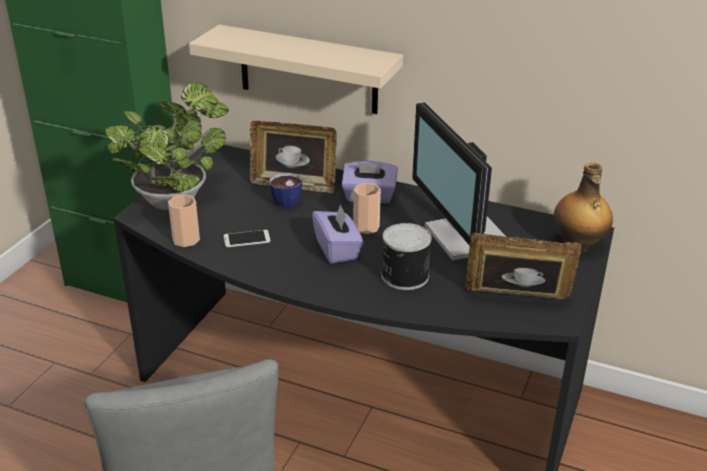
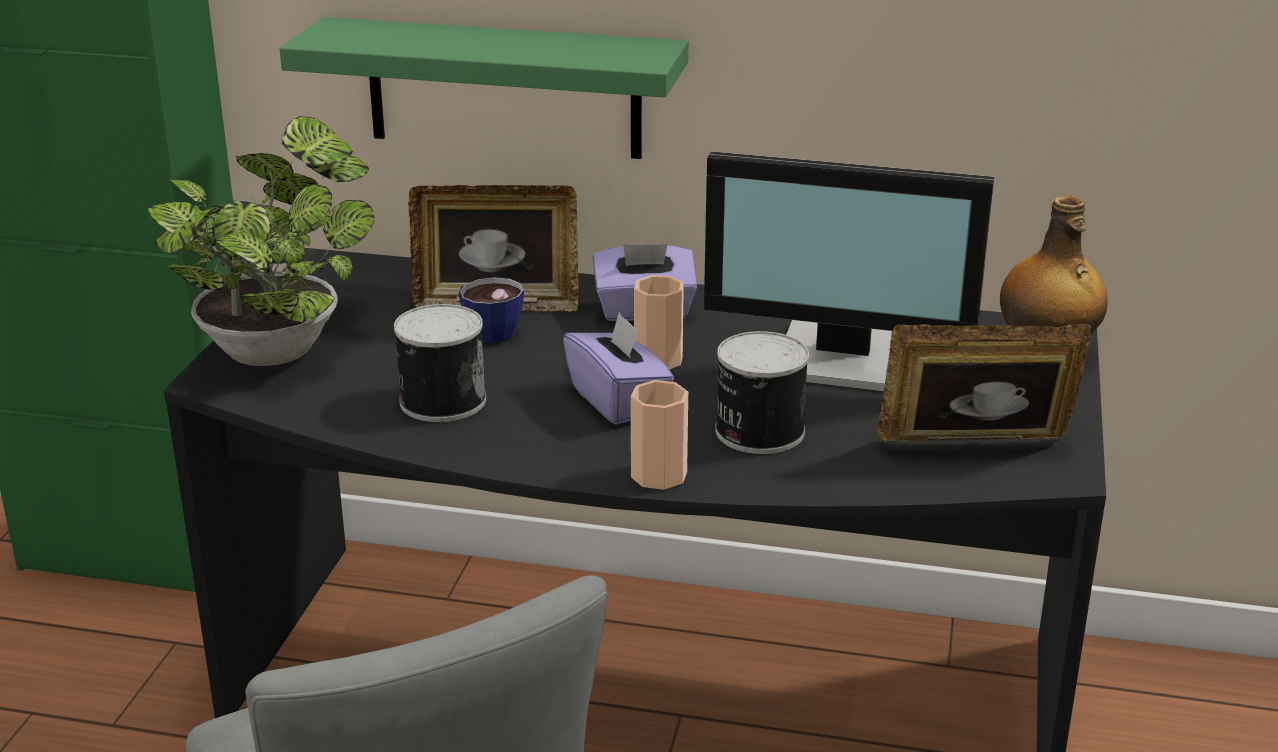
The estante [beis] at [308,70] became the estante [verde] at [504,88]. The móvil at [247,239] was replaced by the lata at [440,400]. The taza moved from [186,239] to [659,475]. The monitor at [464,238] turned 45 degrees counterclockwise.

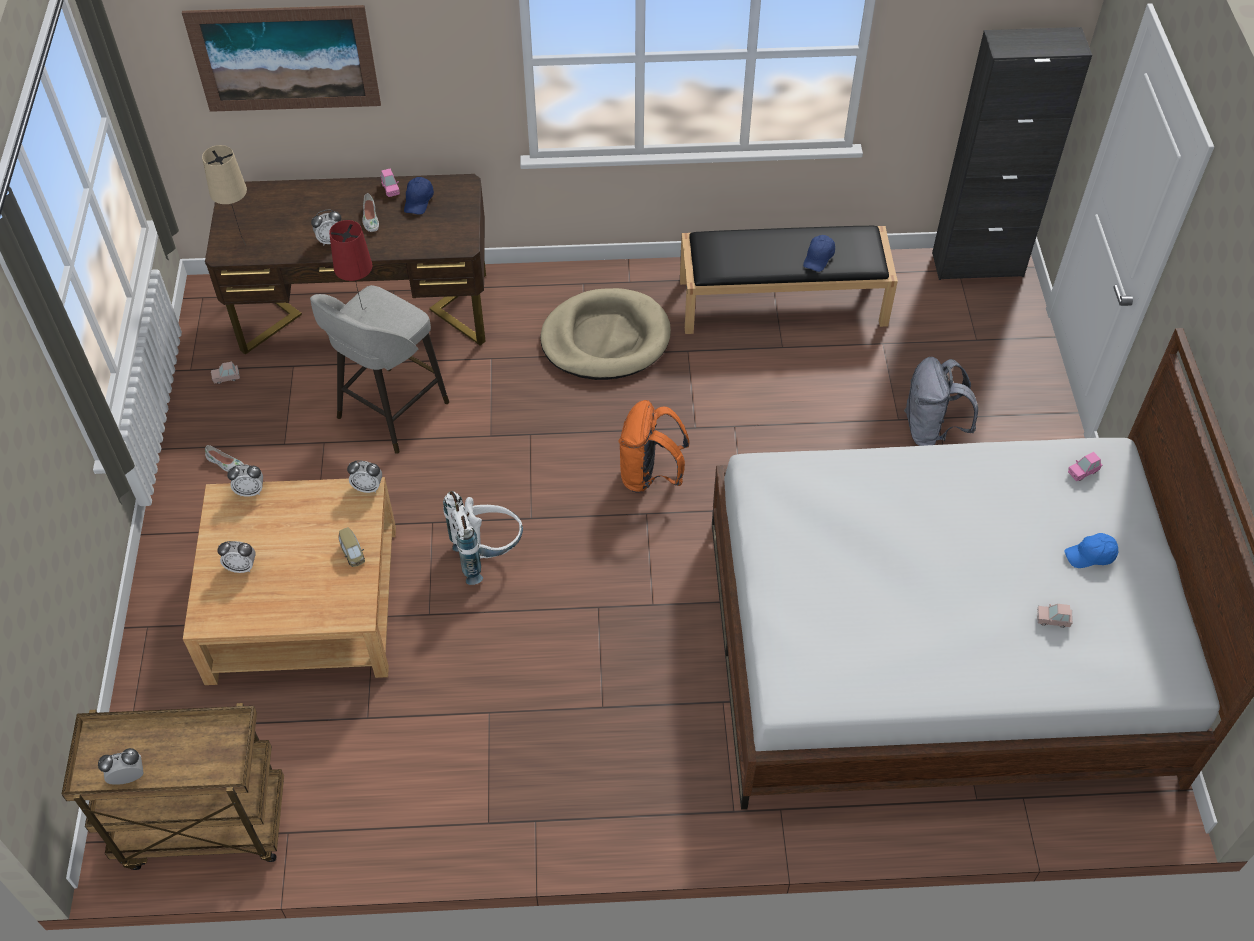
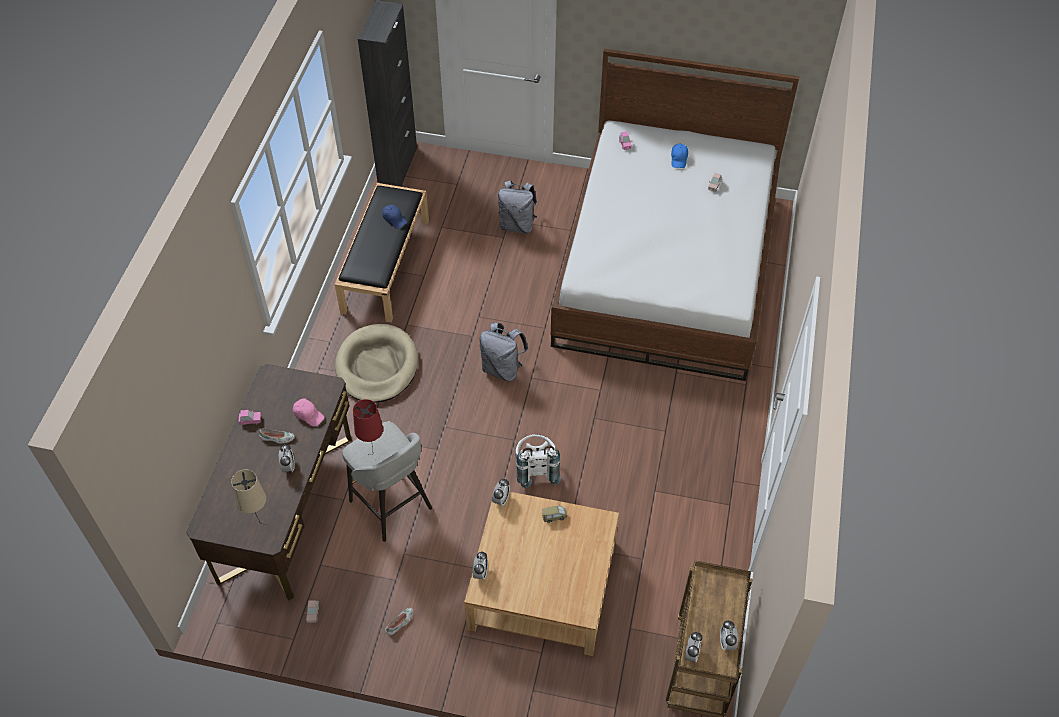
The gorra [rosa] at [308,415] appeared. The mochila [naranja] at [650,475] became the mochila [gris] at [502,368]. The despertador moved from [241,567] to [691,654]. The cuadro at [284,58] disappeared. The gorra [azul] at [419,201] disappeared.

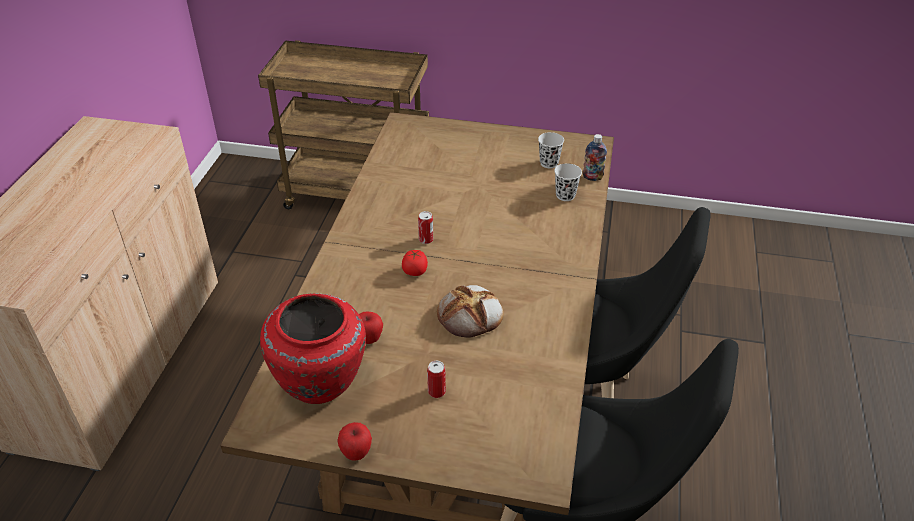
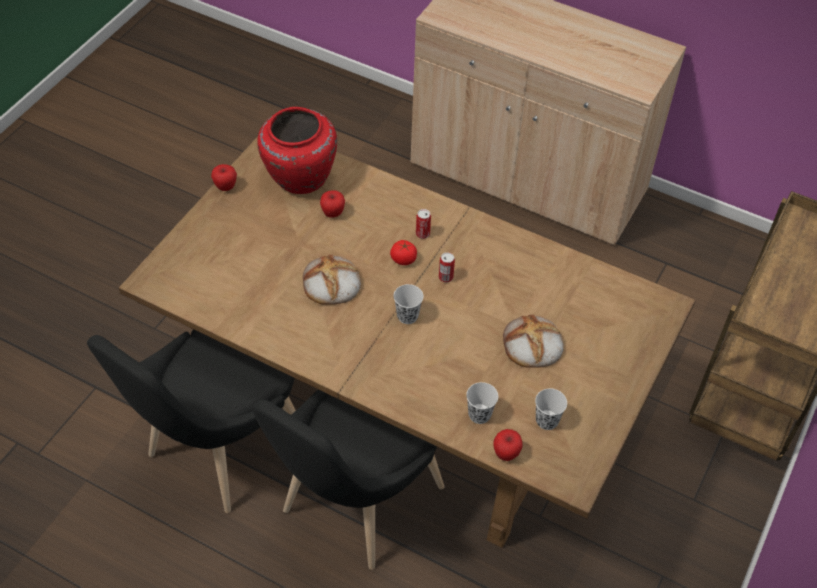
The taza [blanco] at [407,316] appeared. The lata moved from [436,391] to [422,234]. The botella at [592,177] was replaced by the manzana at [506,454]. The pan at [532,345] appeared.

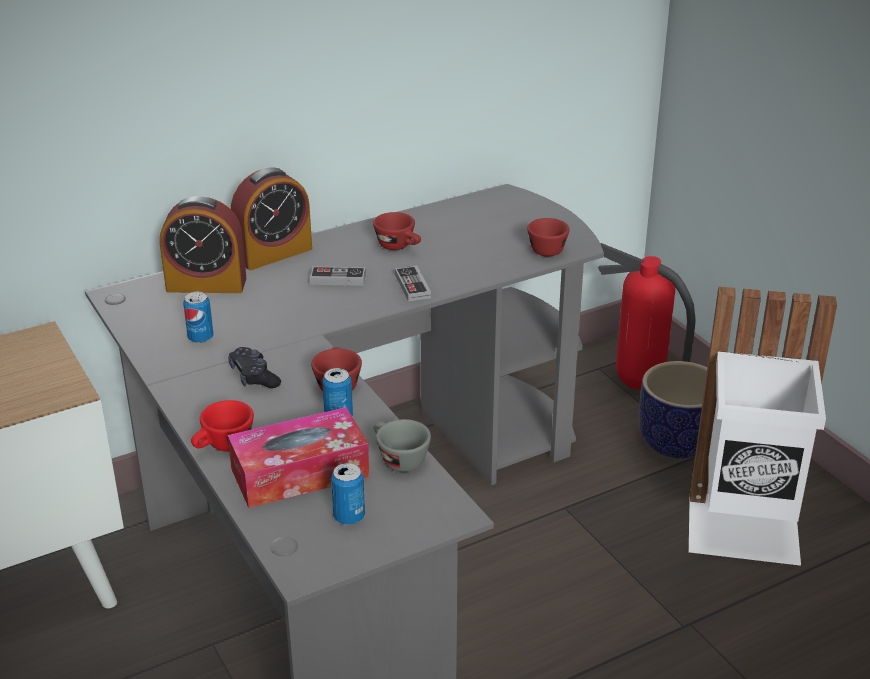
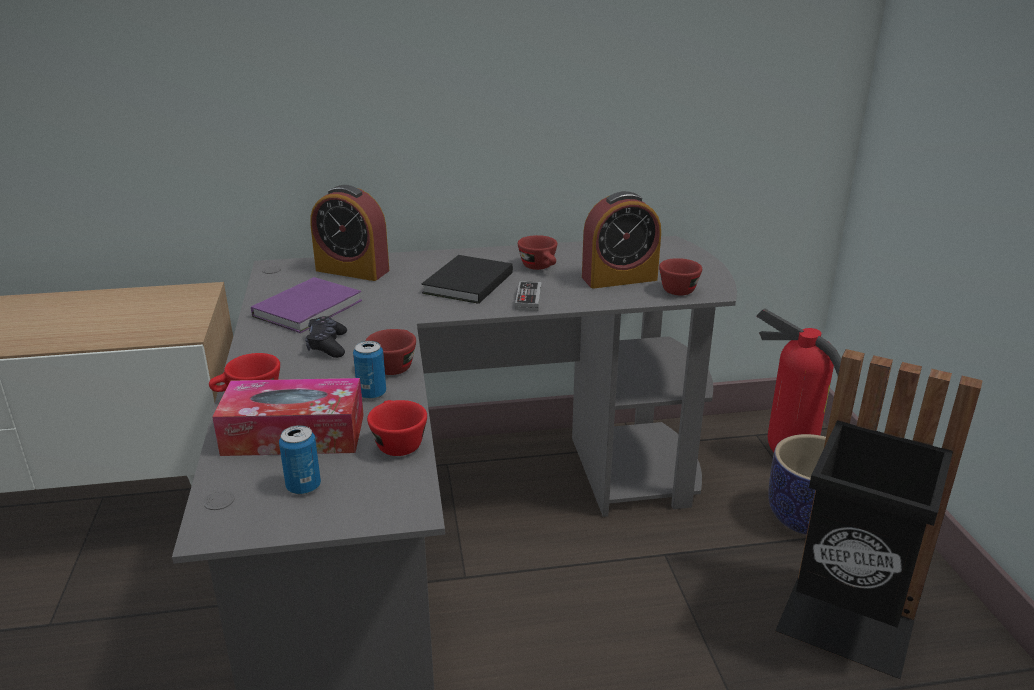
The lata at [200,338] was replaced by the libro [morado] at [311,308]. The taza [gris] at [398,459] became the taza [rojo] at [396,442]. The mando de consola at [338,279] was replaced by the libro [negro] at [466,283]. The despertador moved from [273,253] to [619,278]. The papelera [blanco] at [744,531] became the papelera [negro] at [846,625].

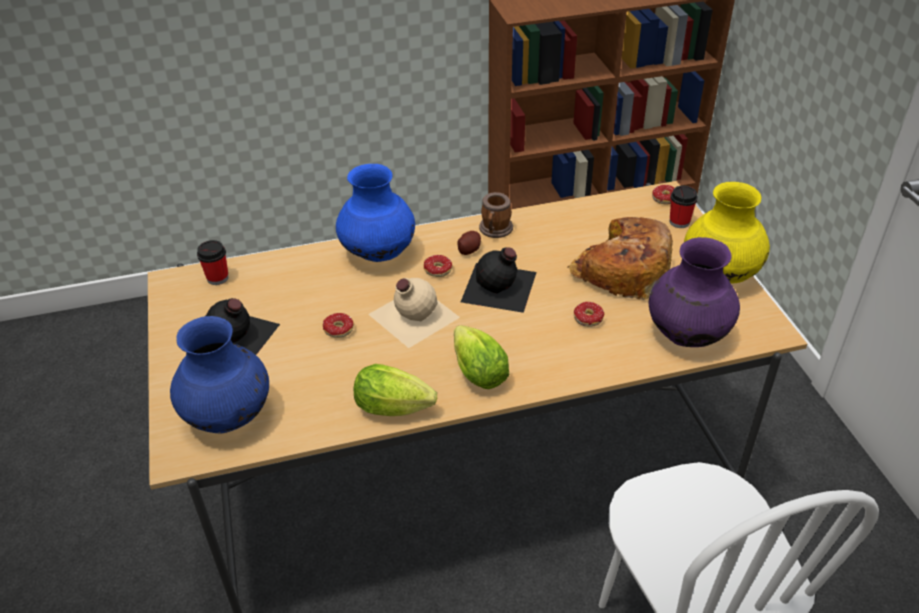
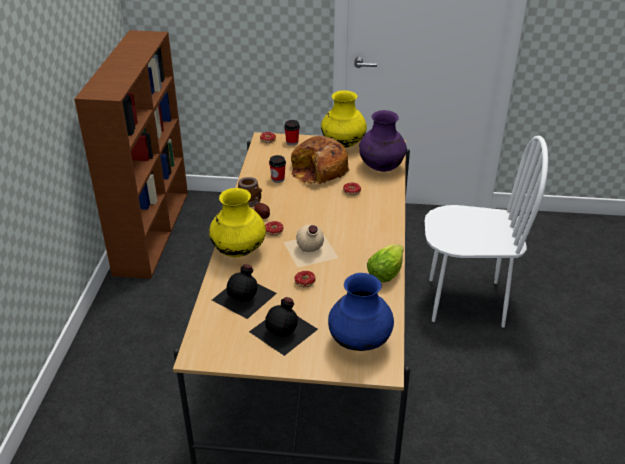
The florero [azul] at [378,254] became the florero [amarillo] at [239,251]. The botella [negro] moved from [500,287] to [245,296]. The taza moved from [217,278] to [278,179]. The lechuga at [476,370] disappeared.

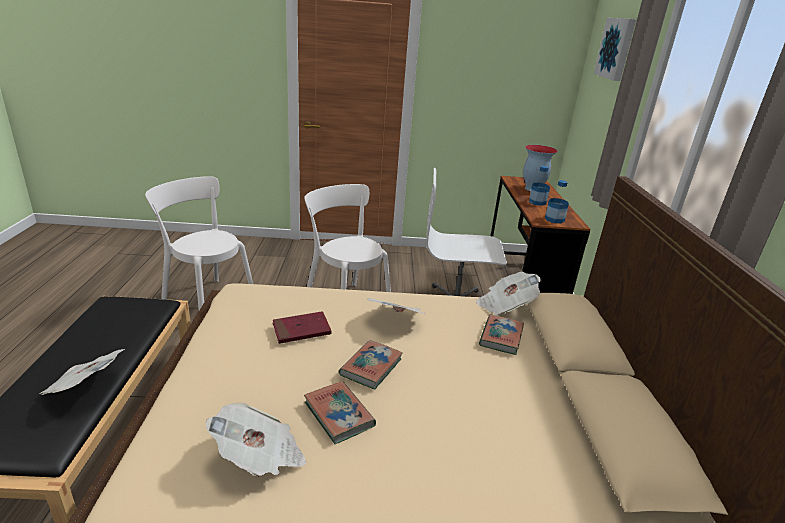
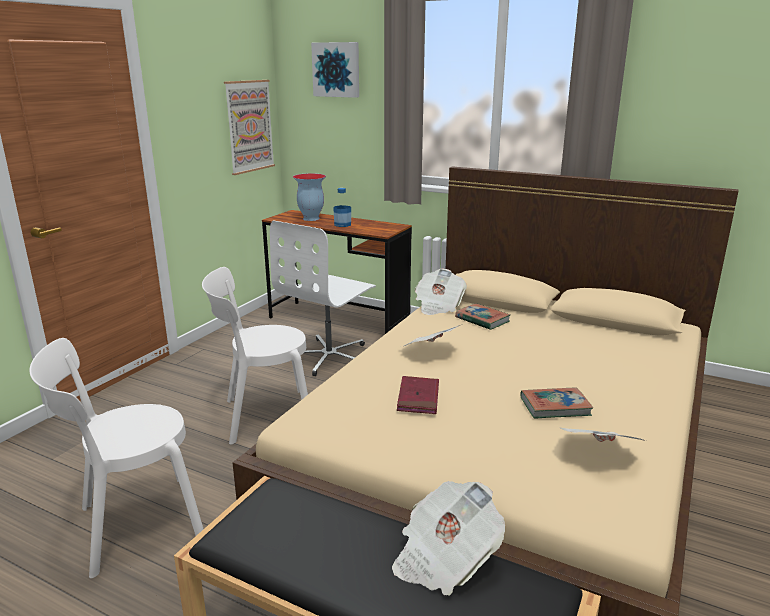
The cuadro at [249,126] appeared. The libro at [371,367] disappeared. The botella at [554,219] disappeared.

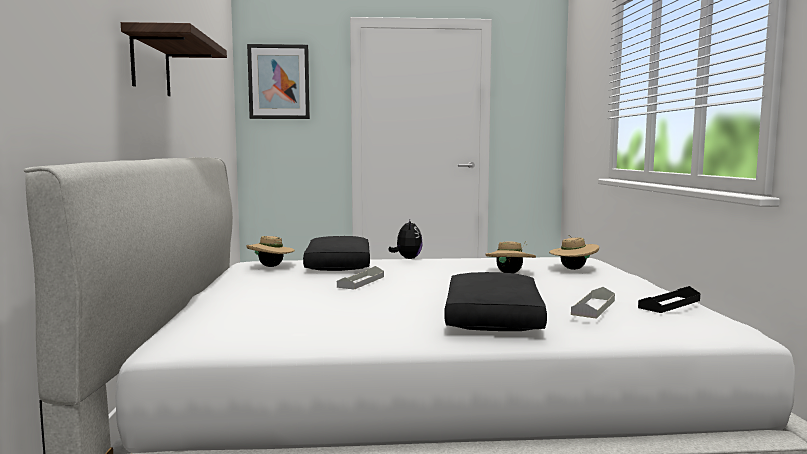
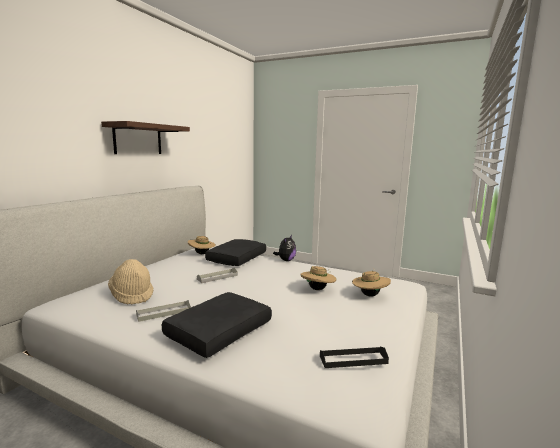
The sombrero [beis] at [132,295] appeared. The bandeja [gris] moved from [593,307] to [164,313]. The cuadro at [279,82] disappeared.

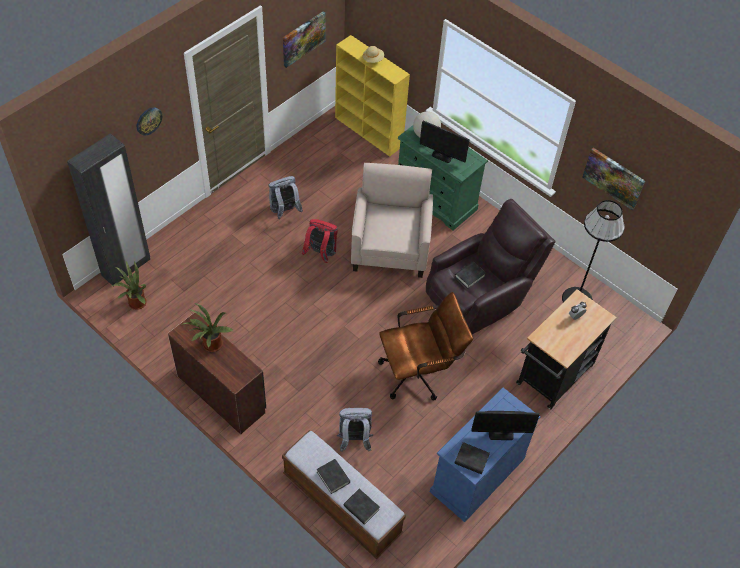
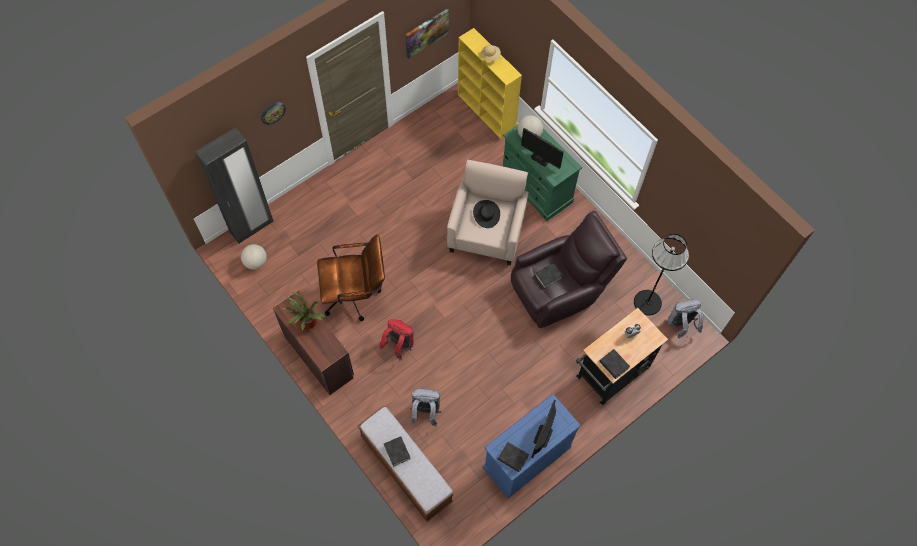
The planta en maceta at [135,303] was replaced by the globo terráqueo at [256,262]. The silla de oficina [marrón] moved from [419,372] to [355,295]. The mochila [rojo] moved from [321,253] to [399,345]. The sombrero [negro] at [486,214] appeared. The monitor at [500,432] turned 105 degrees clockwise. The libro [negro] moved from [361,508] to [614,365]. The mochila [gris] moved from [284,211] to [681,325]. The cuadro at [614,178] disappeared.

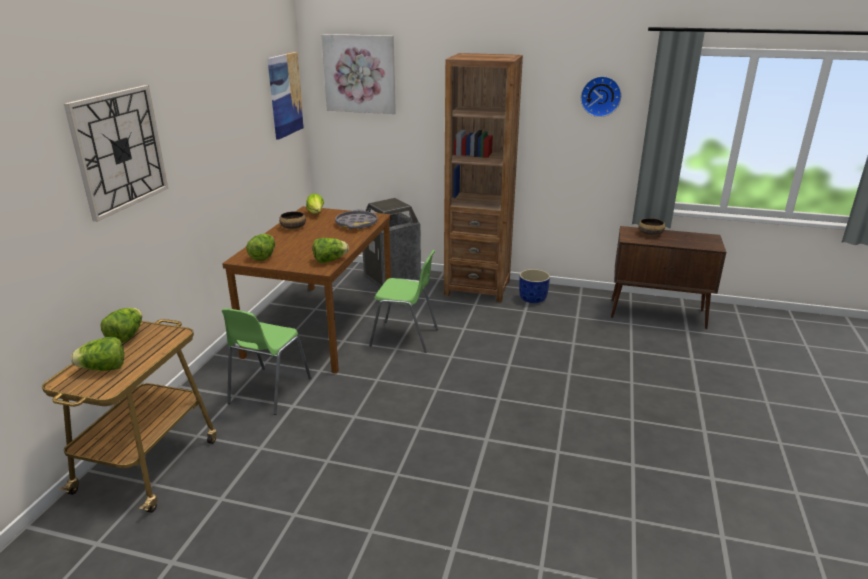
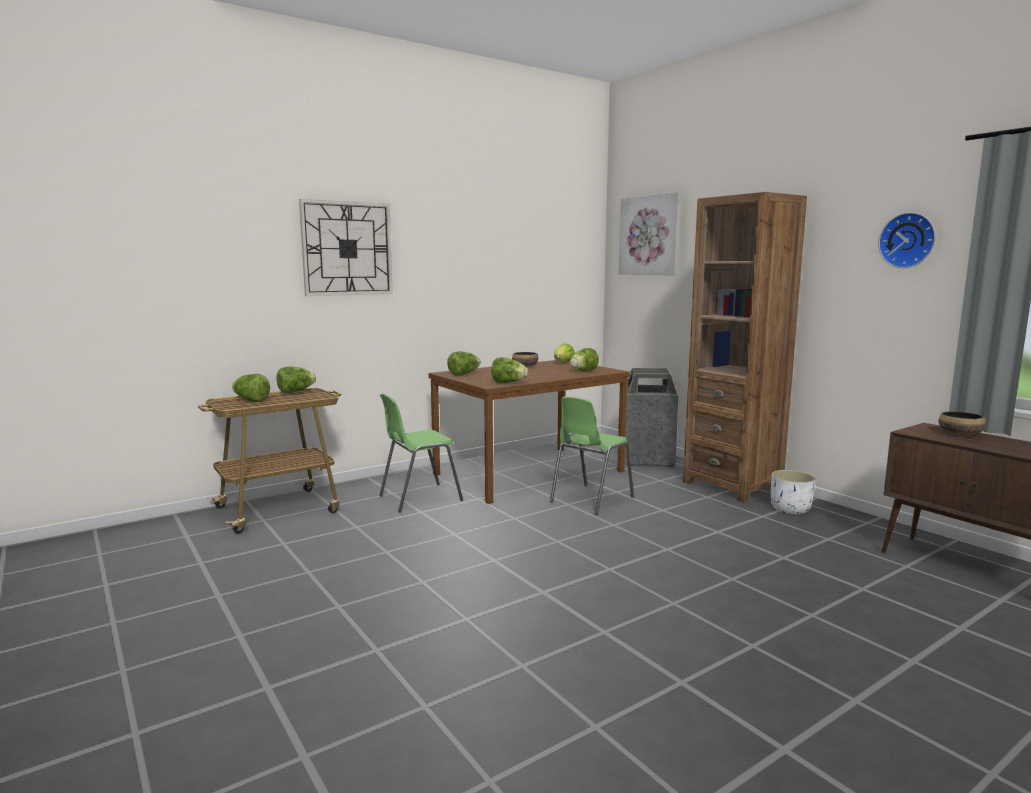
The silla [verde] at [405,337] turned 75 degrees clockwise. The bandeja [gris] at [356,223] was replaced by the lechuga at [583,371]. The maceta [azul] at [533,298] became the maceta [blanco] at [791,510]. The cuadro at [285,95] disappeared.

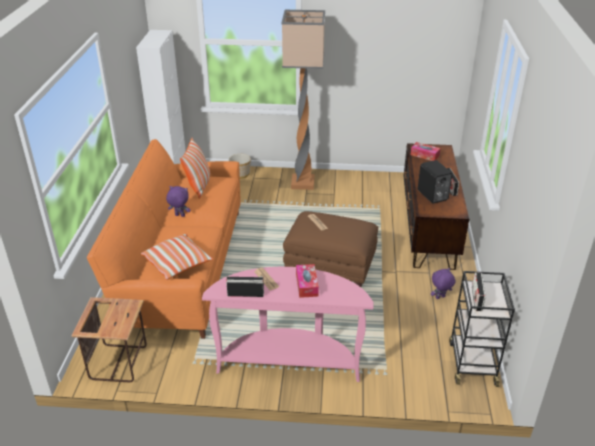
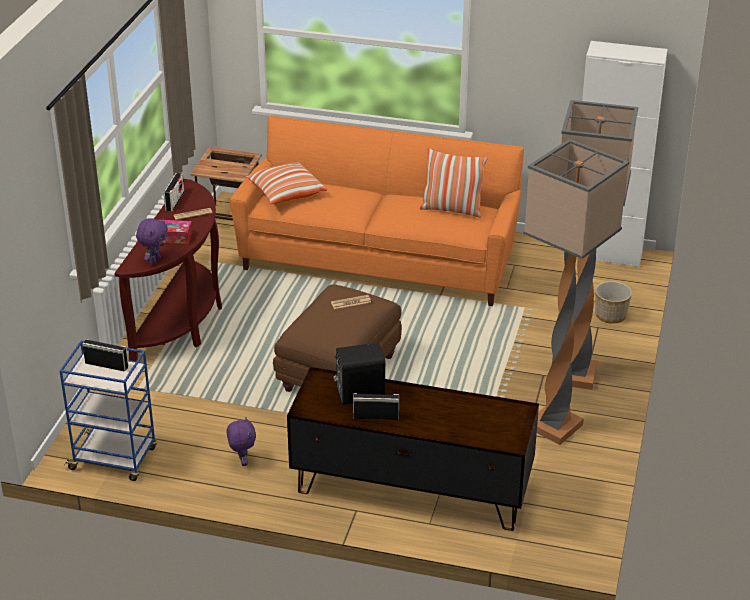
The carrito [negro] at [472,362] became the carrito [azul] at [114,459]. The mesa consola [rosa] at [289,361] became the mesa consola [marrón] at [182,322]. The peluche [morado] moved from [179,216] to [154,260]. The lámpara de pie at [555,427] appeared. The caja de pañuelos at [424,155] disappeared.

